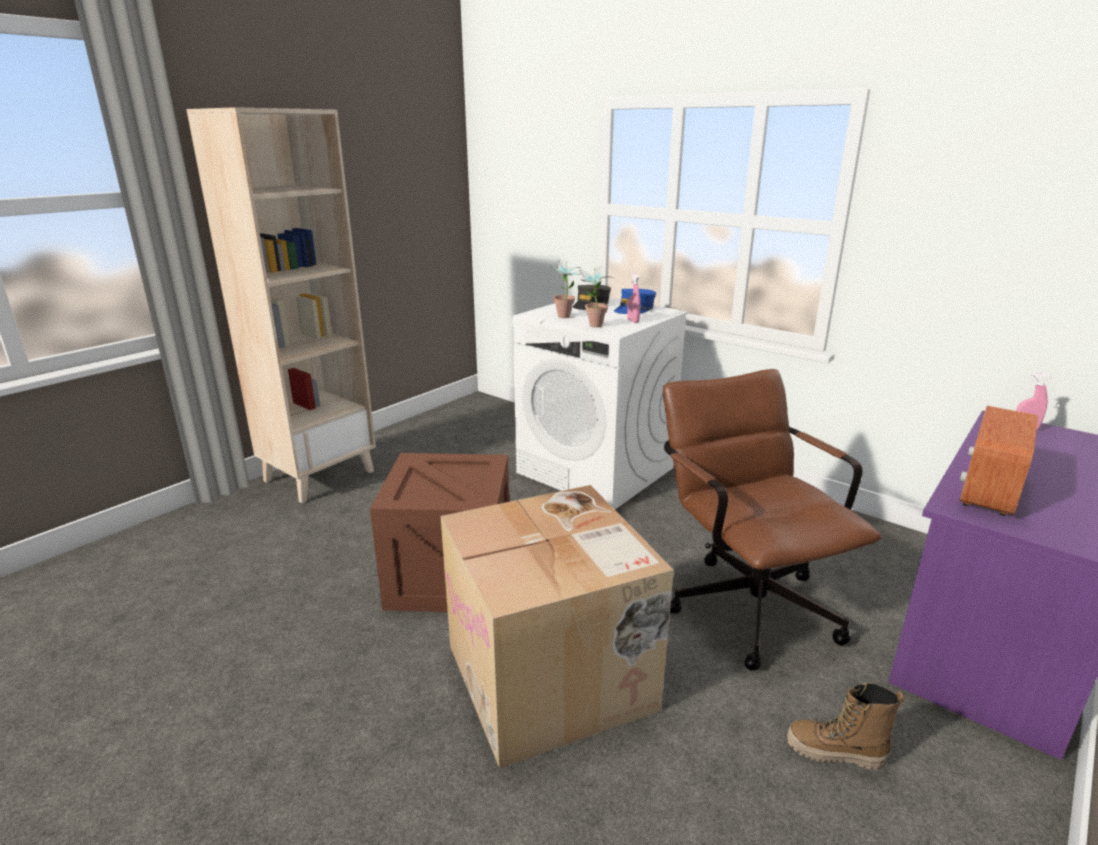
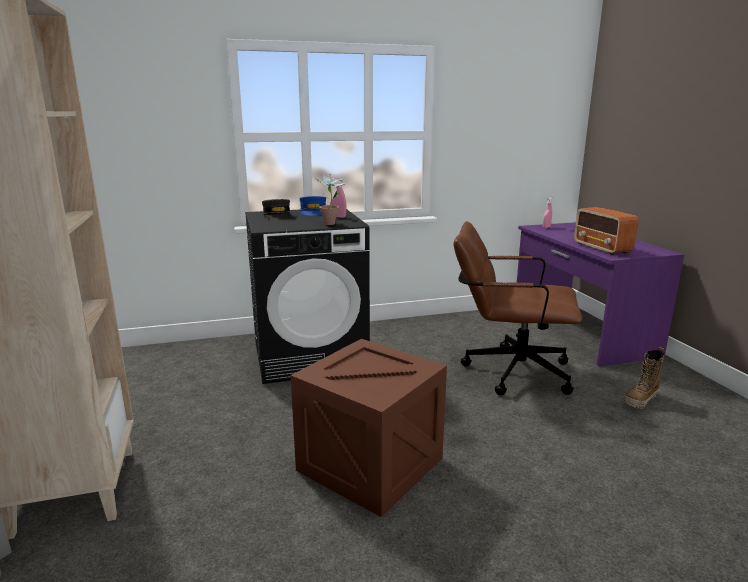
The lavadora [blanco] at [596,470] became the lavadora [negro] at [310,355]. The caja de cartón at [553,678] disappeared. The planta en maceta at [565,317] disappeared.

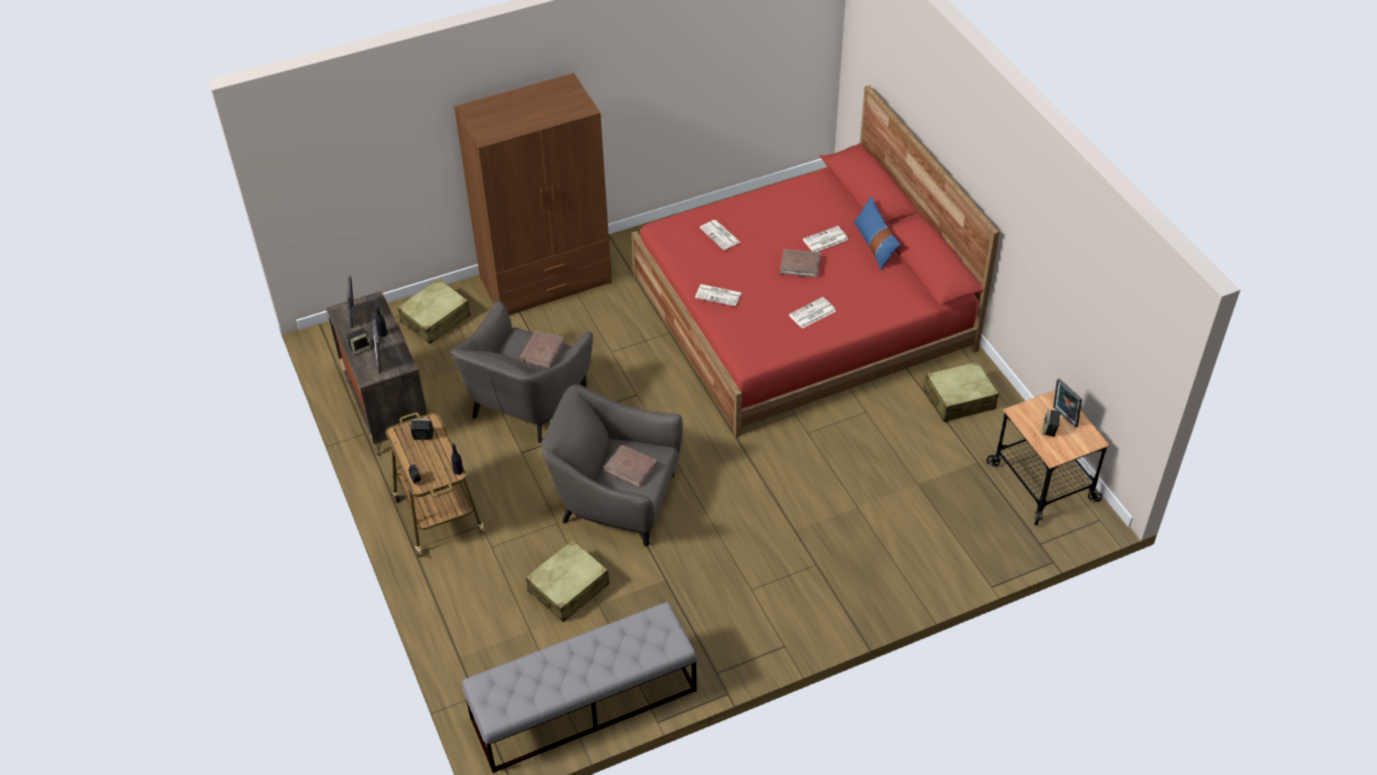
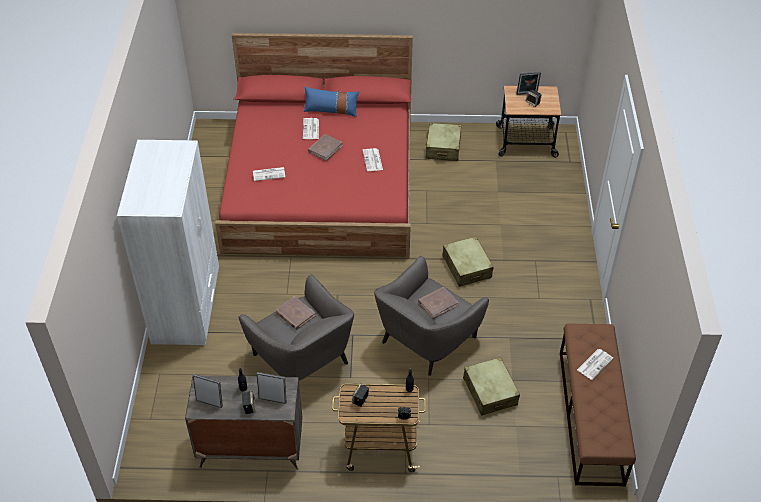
The armario ropero [marrón] at [546,281] became the armario ropero [blanco] at [187,305]. The maleta [beis] moved from [436,319] to [466,267]. The banco [gris] at [583,704] became the banco [marrón] at [591,417]. The periódico moved from [719,295] to [595,364].

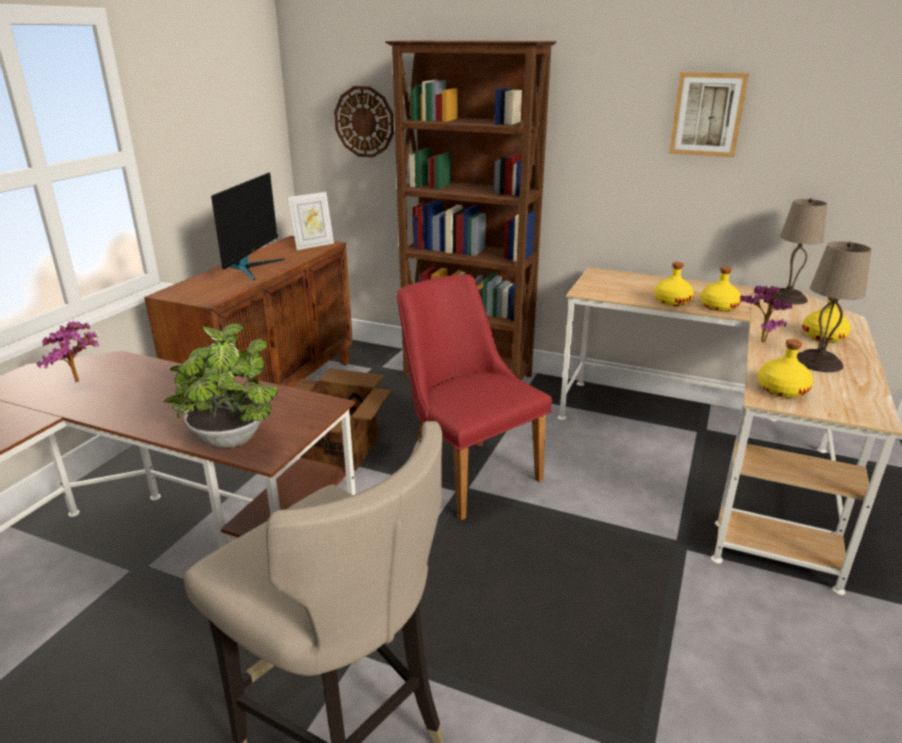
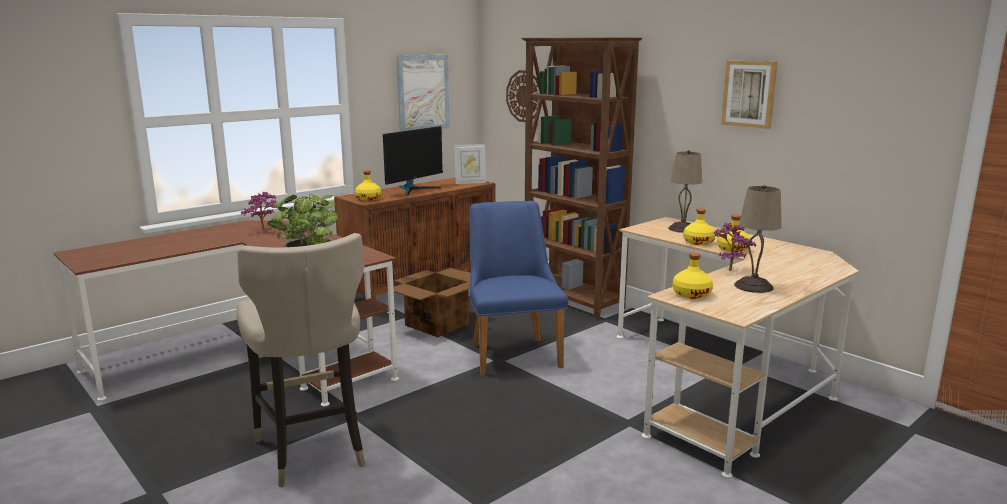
The botella [amarillo] moved from [824,337] to [368,198]. The cuadro at [423,92] appeared. The silla [rojo] at [466,471] became the silla [azul] at [512,352]. The lámpara de mesa [beis] moved from [787,297] to [682,229].

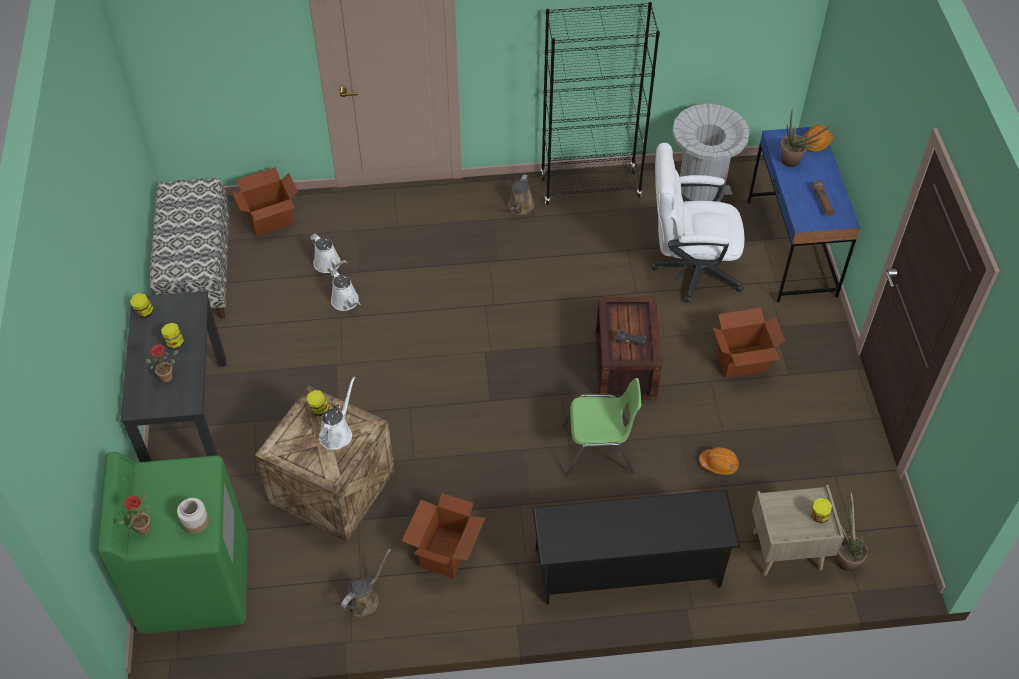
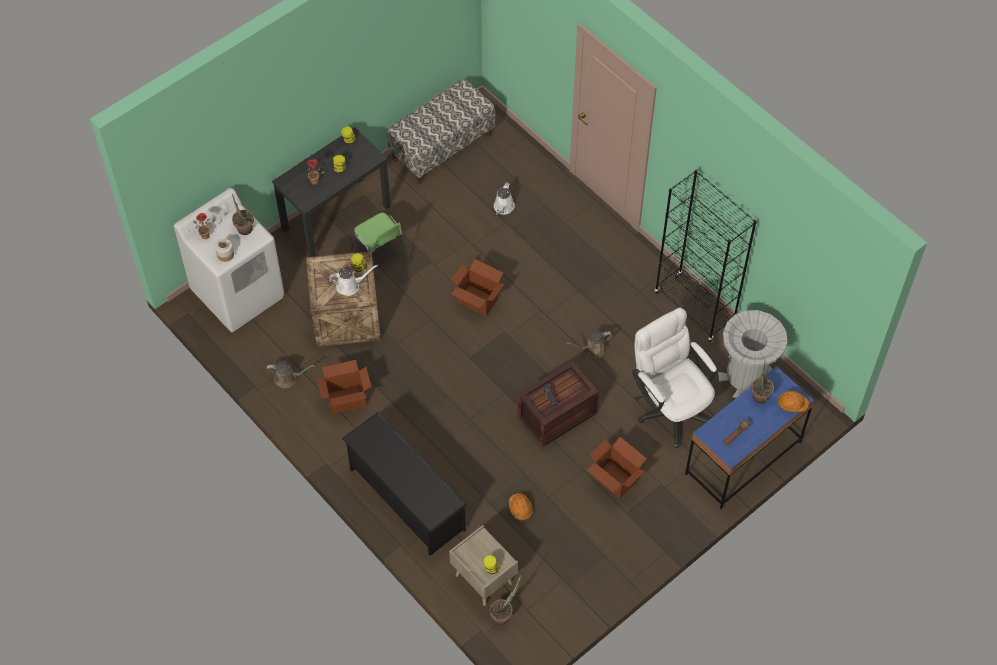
The lavadora [verde] at [195,583] became the lavadora [blanco] at [238,293]. The planta en maceta at [246,231] appeared. The silla [verde] moved from [599,451] to [381,256]. The caja de cartón moved from [271,220] to [477,301]. The regadera [marrón] moved from [520,208] to [592,350]. The regadera [blanco] at [346,302] disappeared.

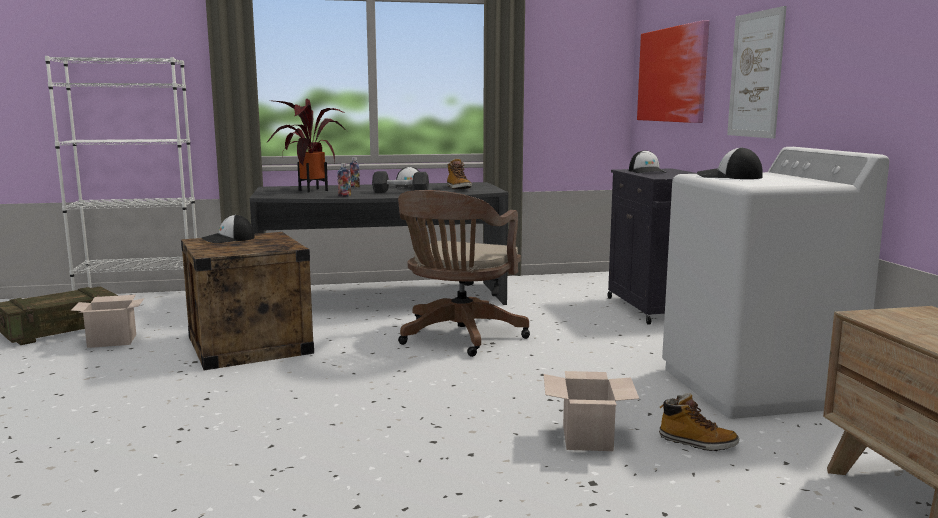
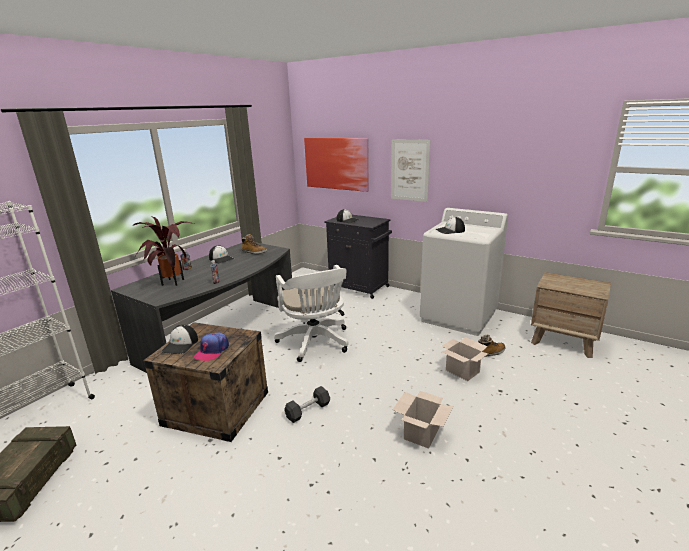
The gorra at [212,350] appeared. The silla de oficina [marrón] at [459,337] became the silla de oficina [blanco] at [315,343]. The mancuerna [negro] moved from [400,192] to [308,410]. The caja de cartón moved from [113,341] to [421,432].

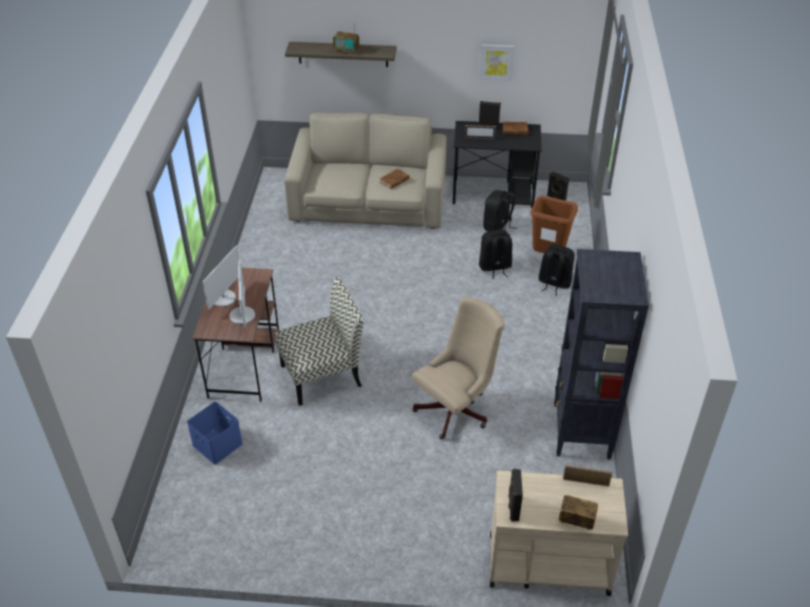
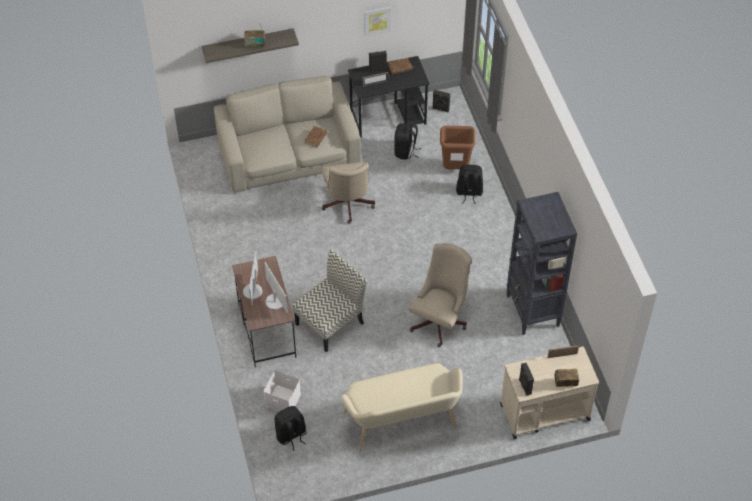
The caja de almacenaje [azul] at [216,444] became the caja de almacenaje [blanco] at [282,400]. The mochila [negro] moved from [495,267] to [291,436]. The silla de oficina [beis] at [347,205] appeared. The banco [beis] at [402,424] appeared.

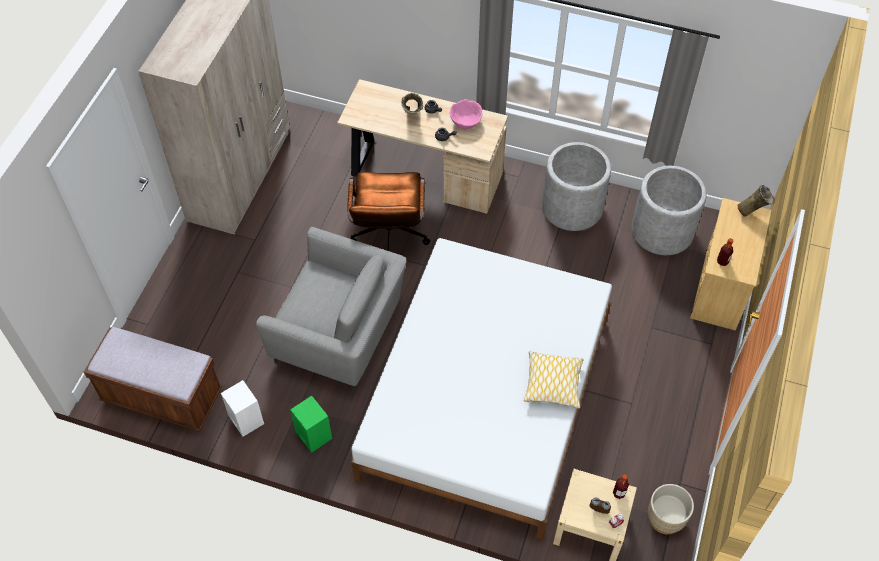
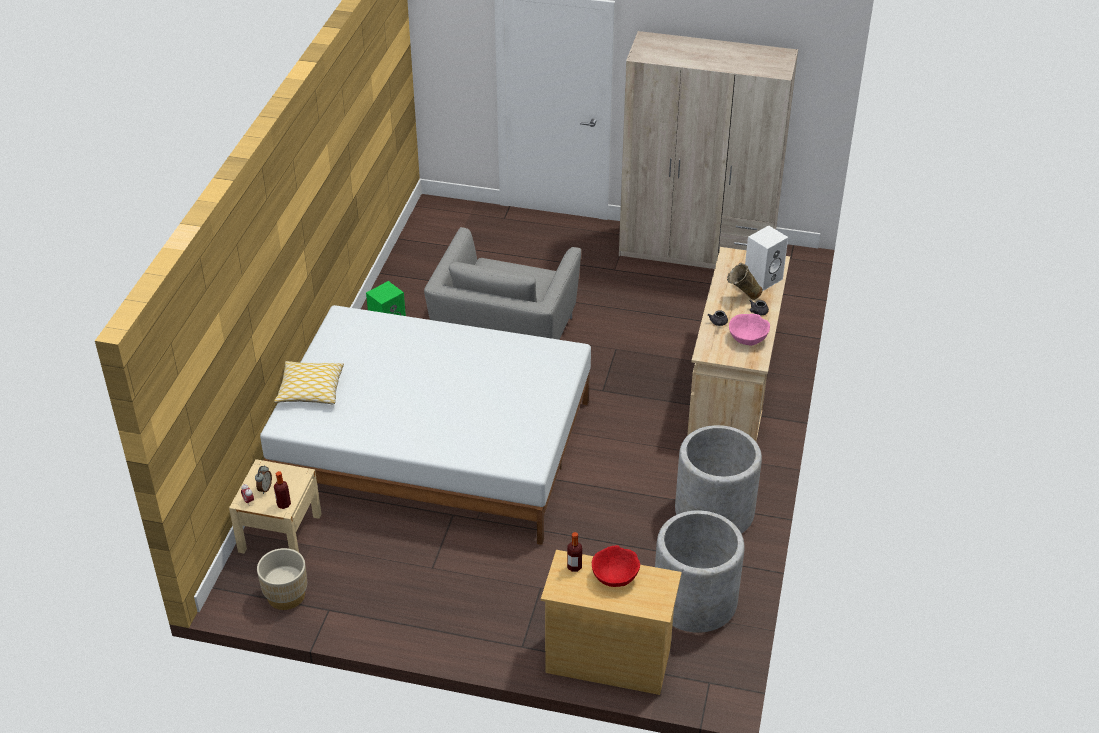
The cojín moved from [553,384] to [310,390]. The cuenco [rojo] at [615,577] appeared. The altavoz [blanco] moved from [245,419] to [763,278]. The banco [marrón] at [162,397] disappeared. The silla de oficina [marrón] at [389,240] disappeared. The florero [beis] at [752,212] disappeared.

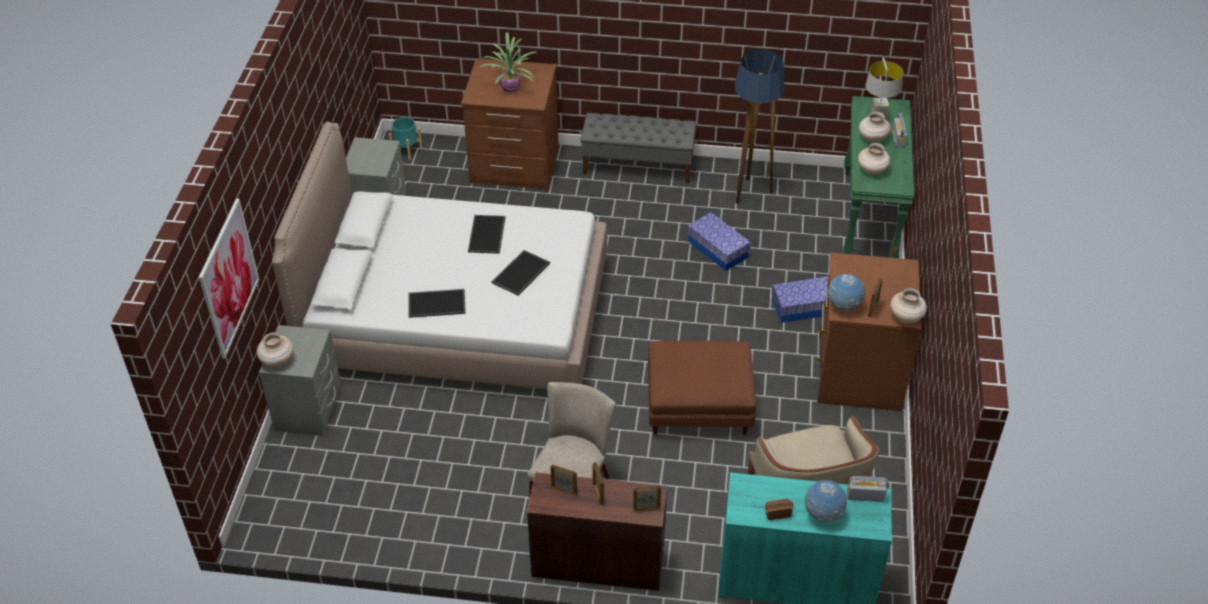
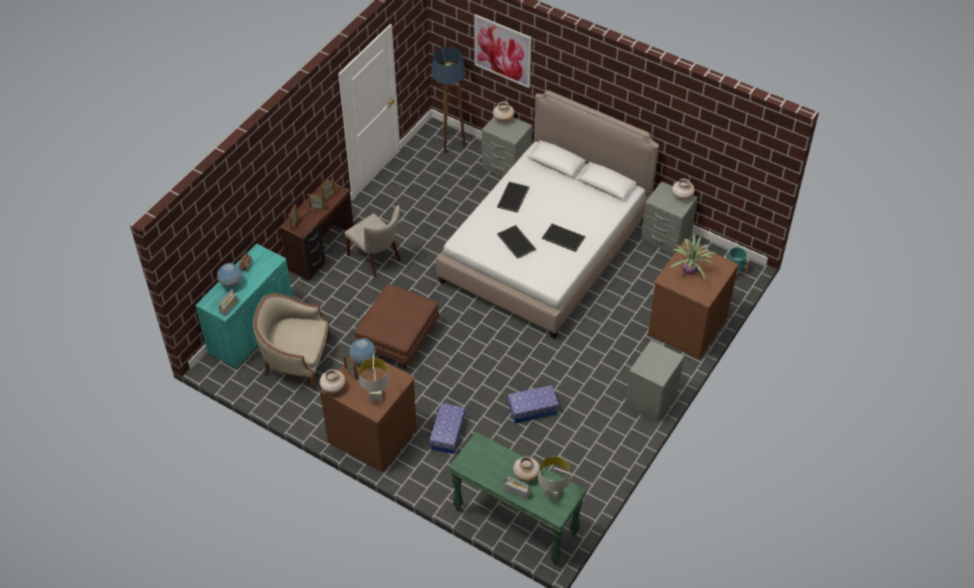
The lámpara de mesa [gris] at [376,396] appeared. The lámpara de pie moved from [749,193] to [450,142]. The banco [gris] at [638,166] was replaced by the mesita de noche [gris] at [650,399]. The florero [beis] moved from [872,170] to [682,196].

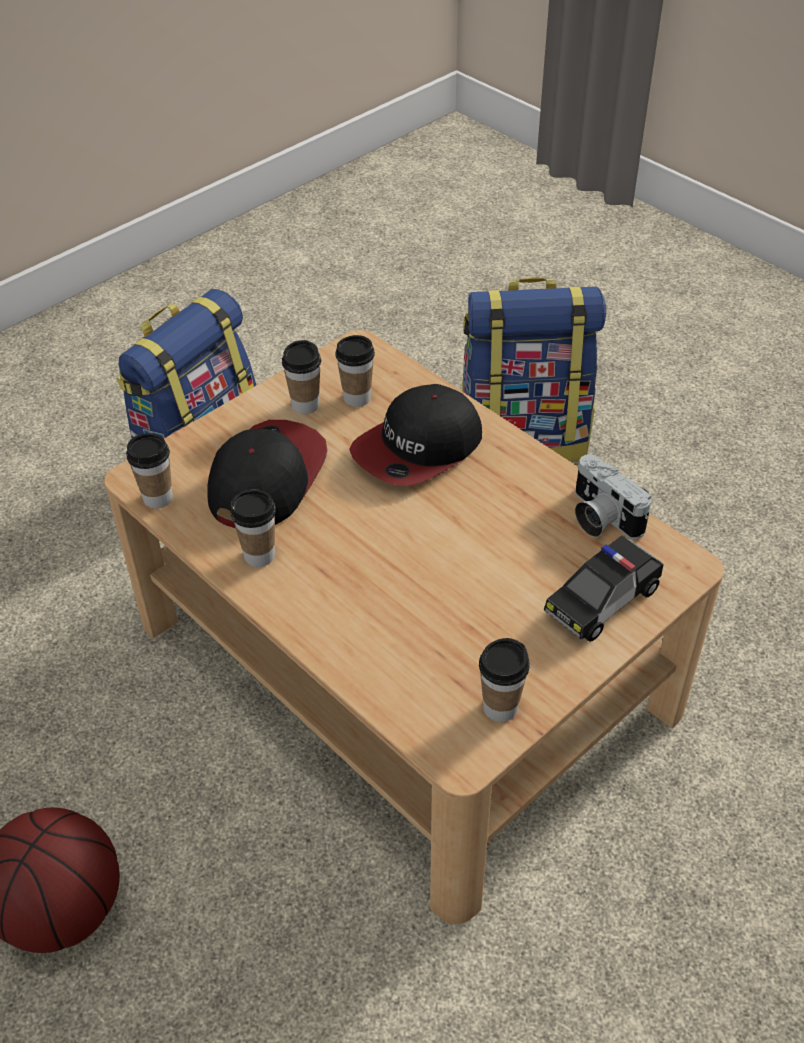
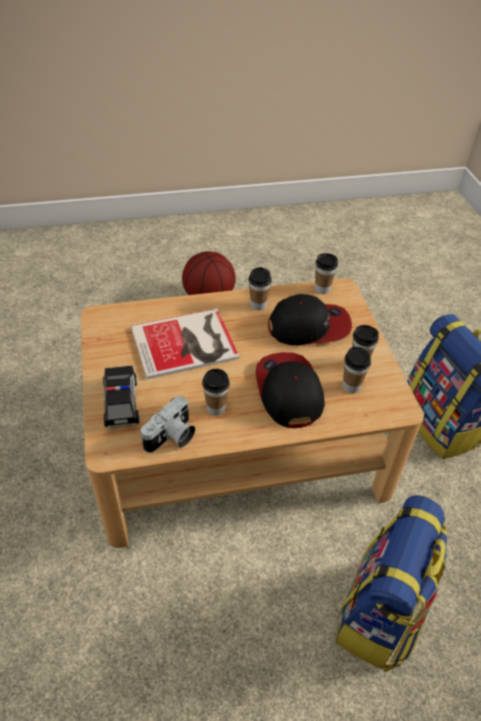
The libro at [187,344] appeared. The cámara at [600,517] turned 135 degrees clockwise. The taza moved from [500,708] to [216,408]. The gorra at [266,478] turned 60 degrees counterclockwise.

